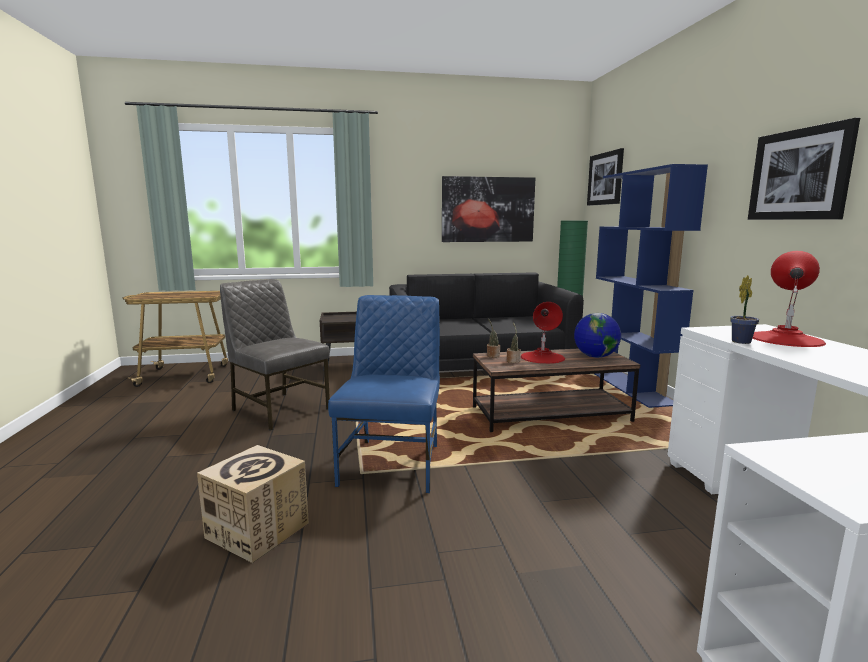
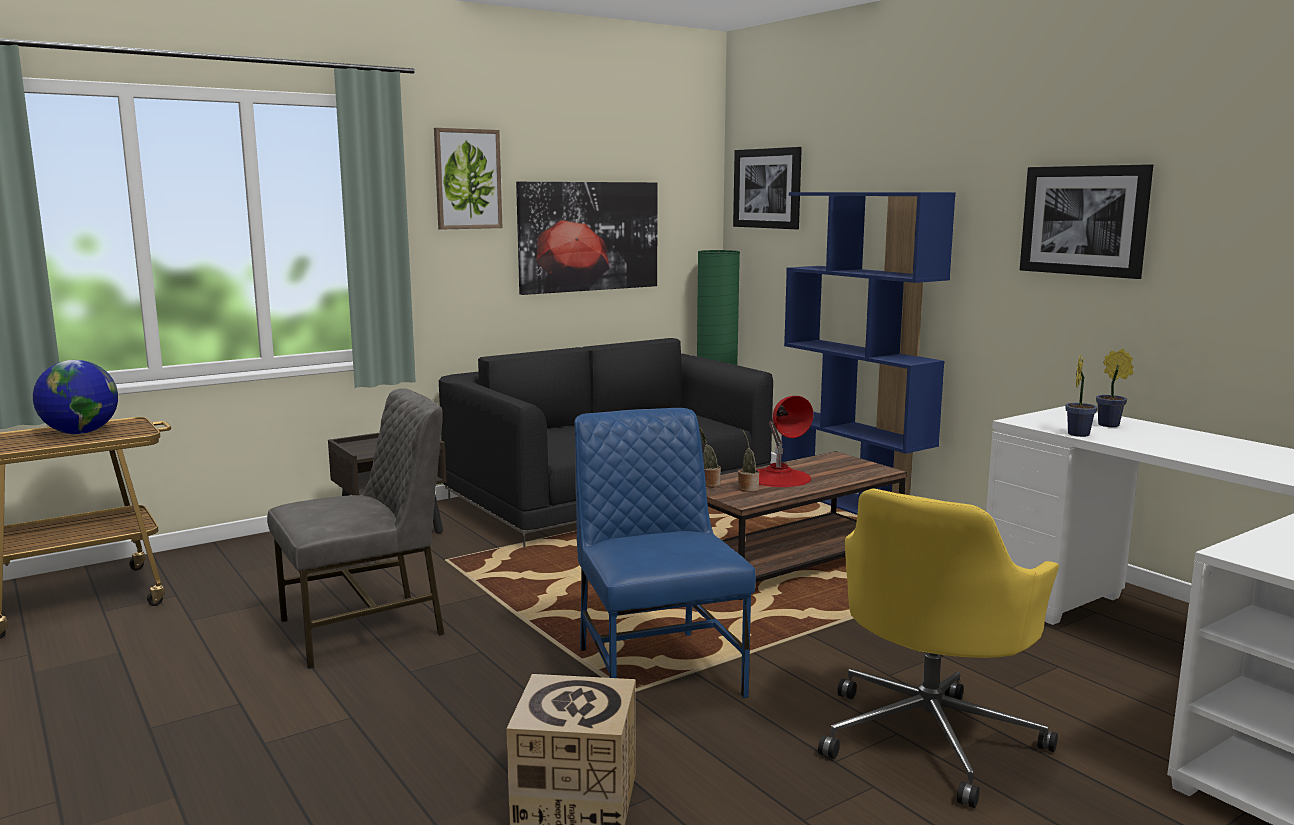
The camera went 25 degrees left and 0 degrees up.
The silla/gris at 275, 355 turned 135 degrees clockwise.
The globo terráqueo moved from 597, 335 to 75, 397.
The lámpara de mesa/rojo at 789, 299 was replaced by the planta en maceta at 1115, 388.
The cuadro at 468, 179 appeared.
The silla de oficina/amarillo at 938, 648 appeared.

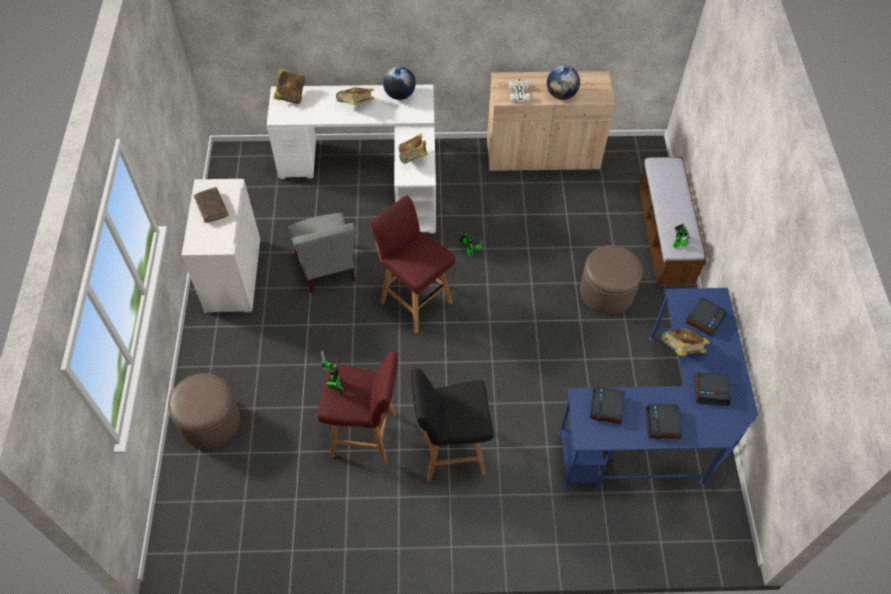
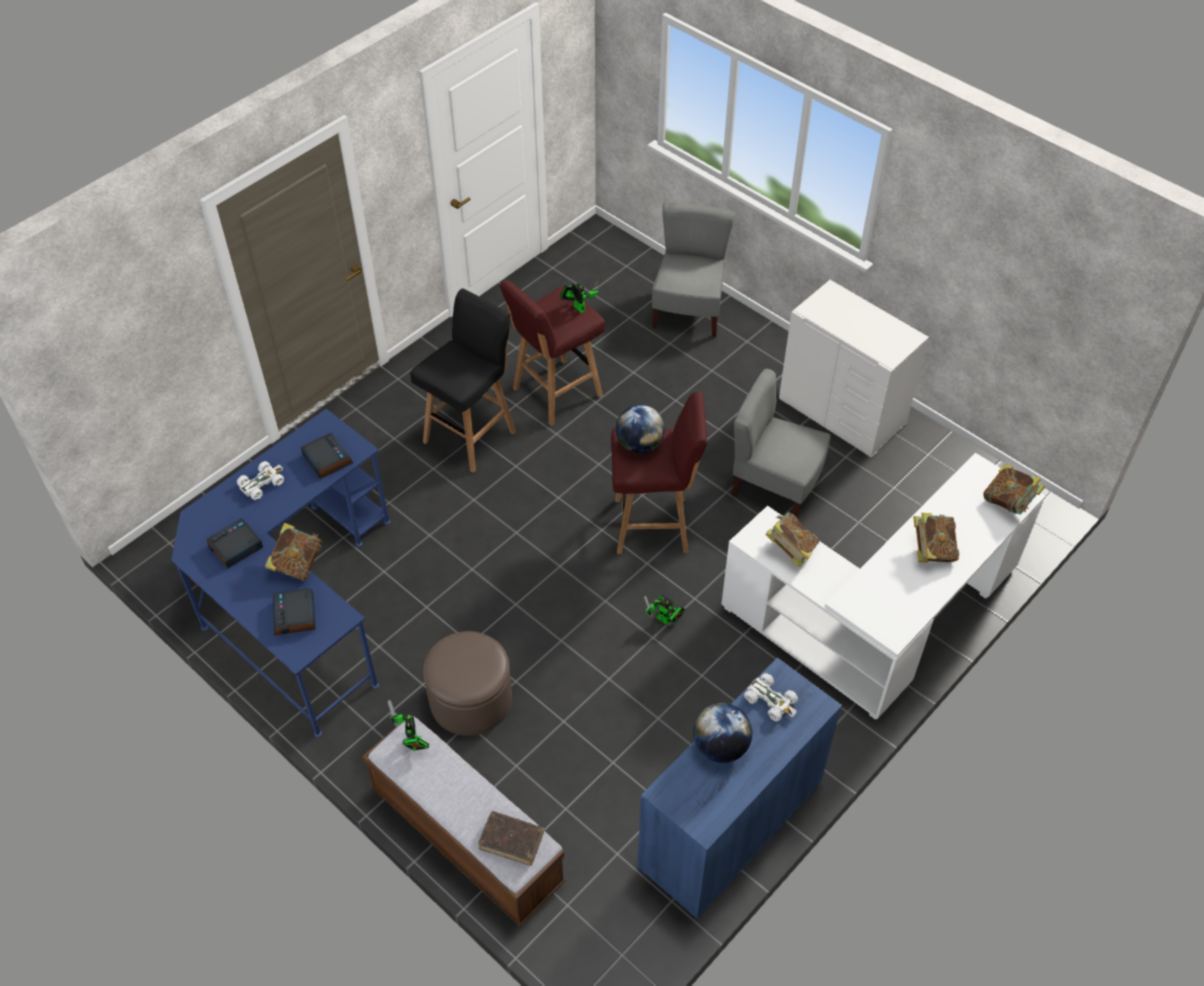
The camera went 135 degrees right and 5 degrees down.
The puf/marrón at 204, 411 was replaced by the silla/gris at 693, 270.
The libro/marrón moved from 211, 205 to 511, 838.
The globo terráqueo moved from 399, 83 to 640, 429.
The armario/beis at 551, 121 became the armario/azul at 740, 788.
The despertador at 663, 421 was replaced by the coche de juguete/blanco at 260, 480.

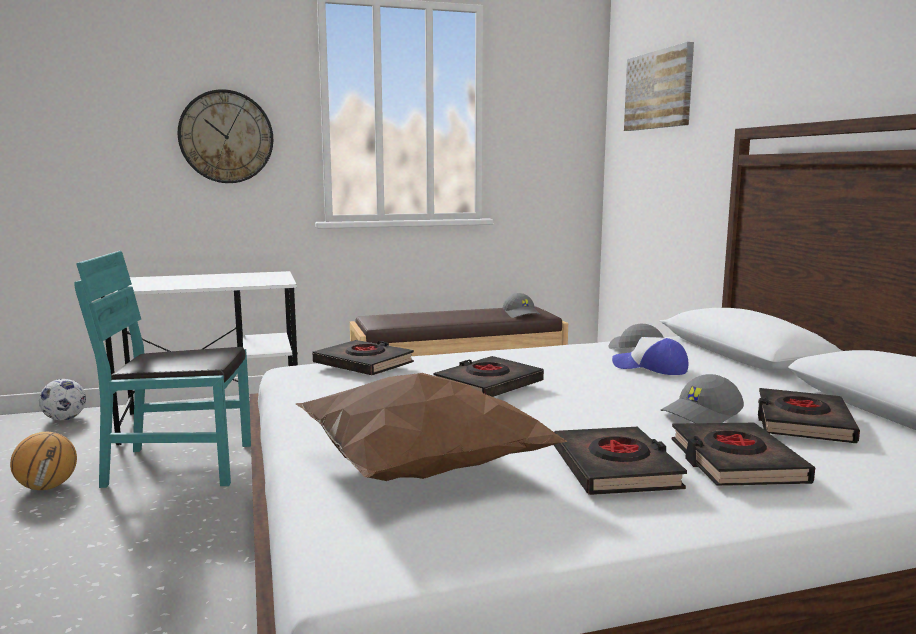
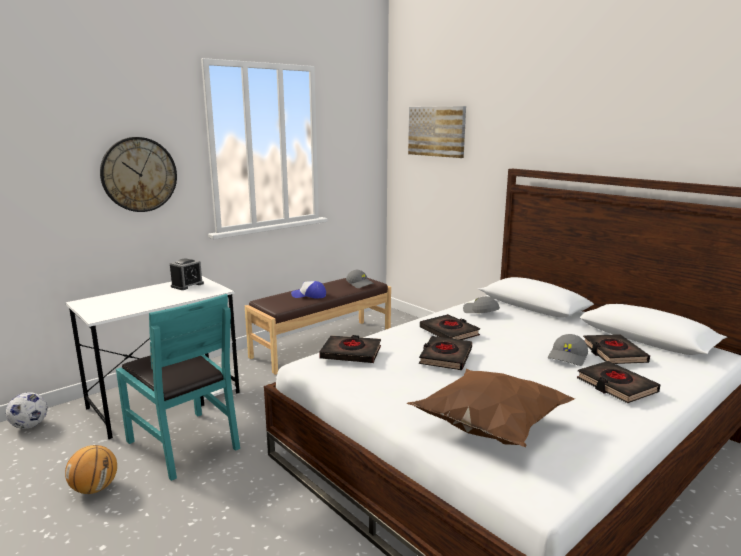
The camera went 25 degrees left and 5 degrees up.
The silla/turquesa at 162, 369 turned 105 degrees counterclockwise.
The libro/negro moved from 620, 461 to 450, 327.
The gorra moved from 650, 356 to 308, 290.
The despertador at 187, 274 appeared.

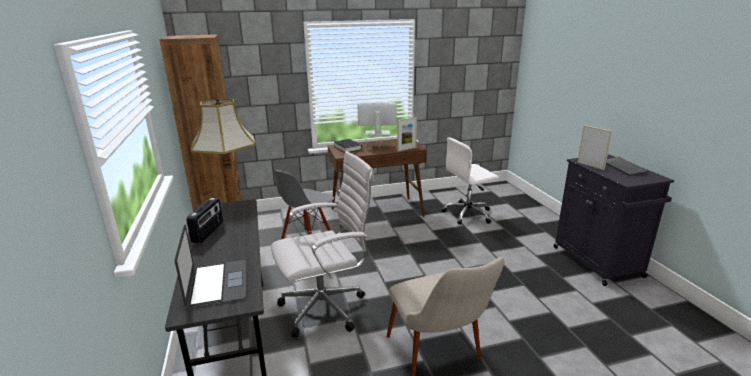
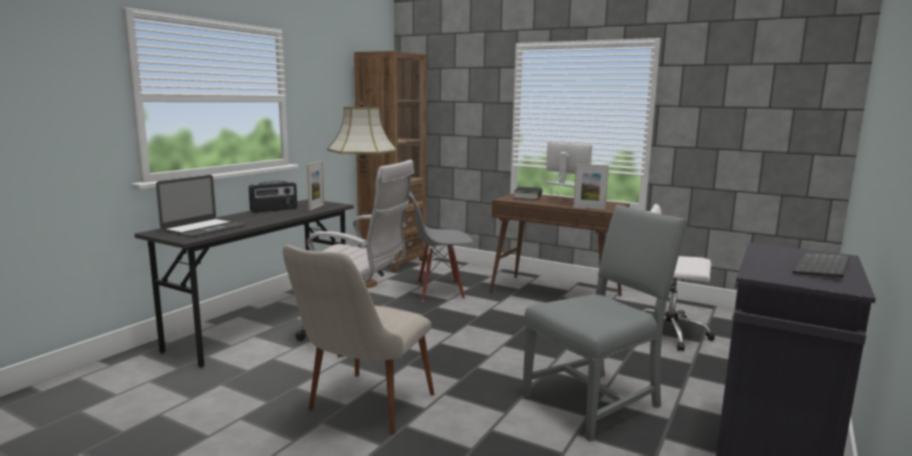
The camera went 45 degrees right and 10 degrees down.
The portarretratos moved from 594, 147 to 315, 186.
The silla/gris at 605, 323 appeared.

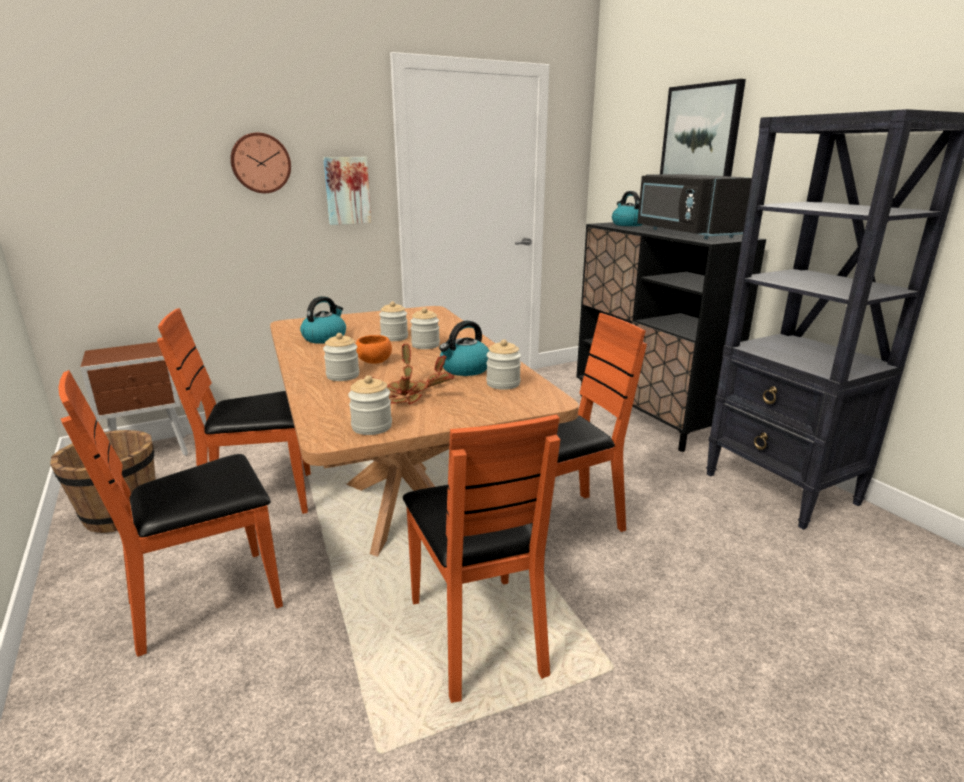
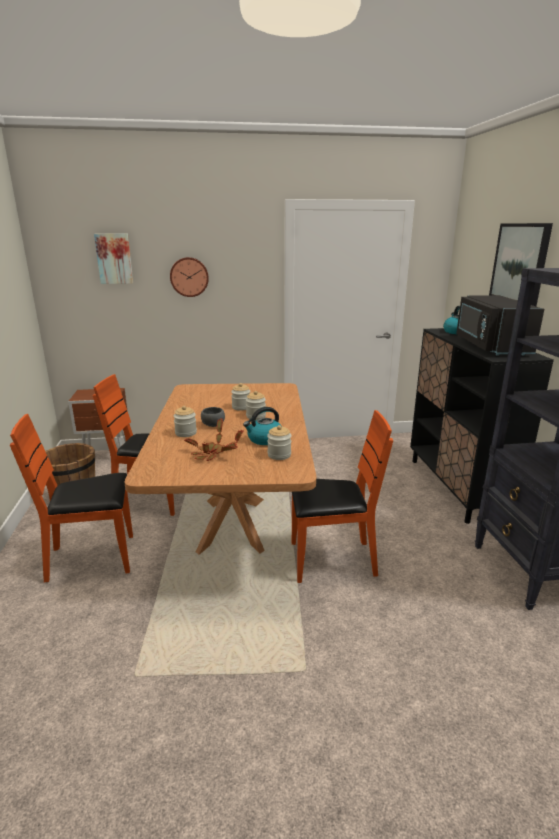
The camera went 20 degrees right and 0 degrees up.
The hervidor at 323, 320 disappeared.
The cuadro moved from 347, 191 to 113, 258.
The tarro at 370, 405 disappeared.
The cuenco/naranja at 374, 349 became the cuenco/gris at 213, 417.
The silla/naranja at 481, 558 disappeared.

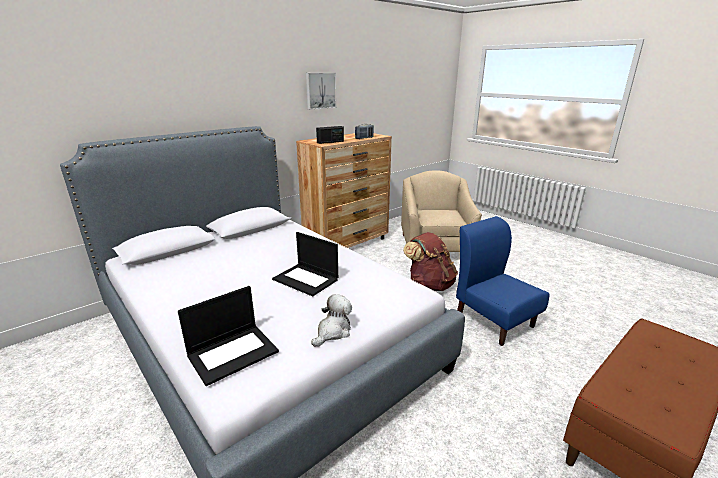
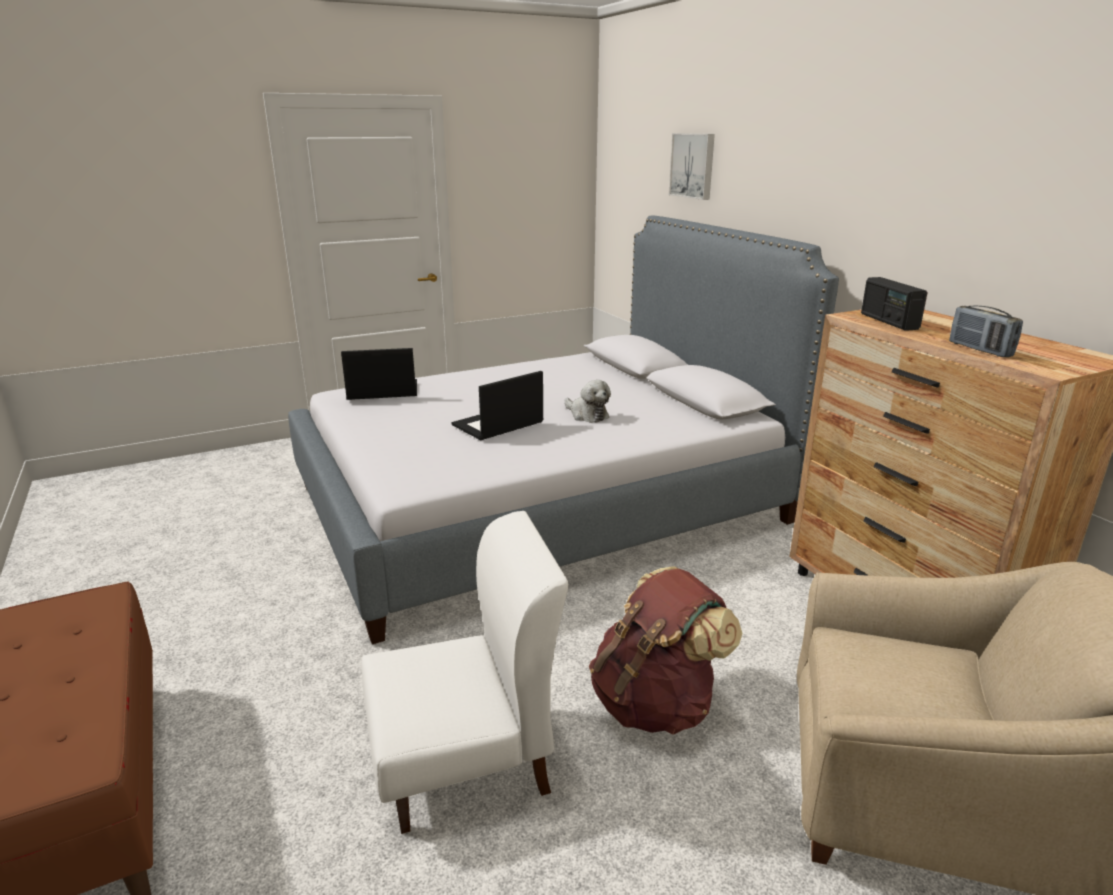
The camera went 105 degrees right and 0 degrees up.
The portátil at 228, 336 turned 105 degrees clockwise.
The cuadro moved from 321, 91 to 692, 166.
The peluche moved from 331, 320 to 588, 401.
The silla/azul at 503, 281 became the silla/blanco at 465, 672.

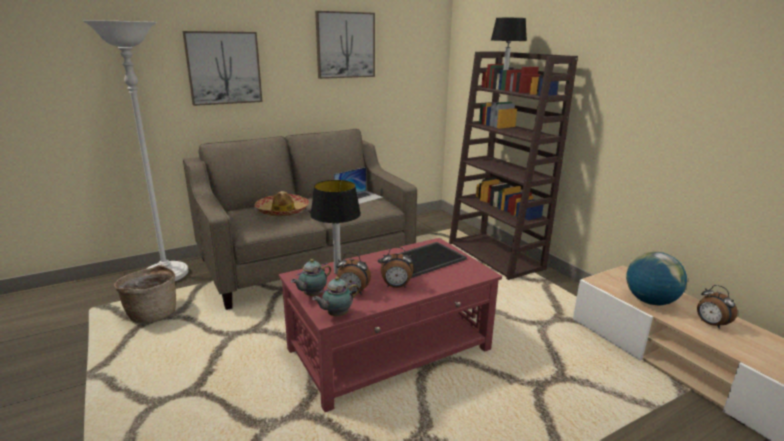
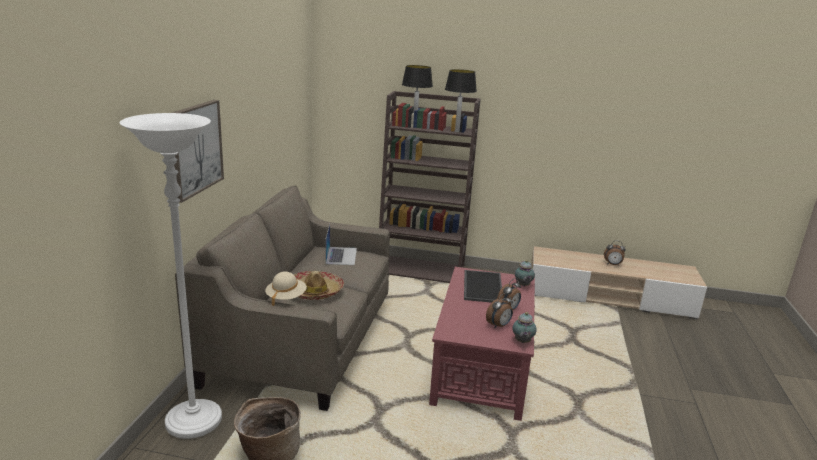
The camera went 50 degrees left and 0 degrees up.
The tetera moved from 311, 277 to 525, 273.
The lámpara de mesa moved from 335, 227 to 461, 100.
The cuadro at 345, 45 disappeared.
The globo terráqueo at 656, 278 disappeared.
The sombrero/beis at 286, 289 appeared.

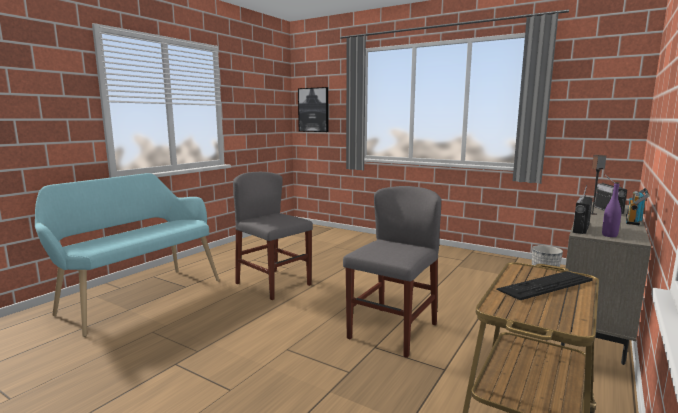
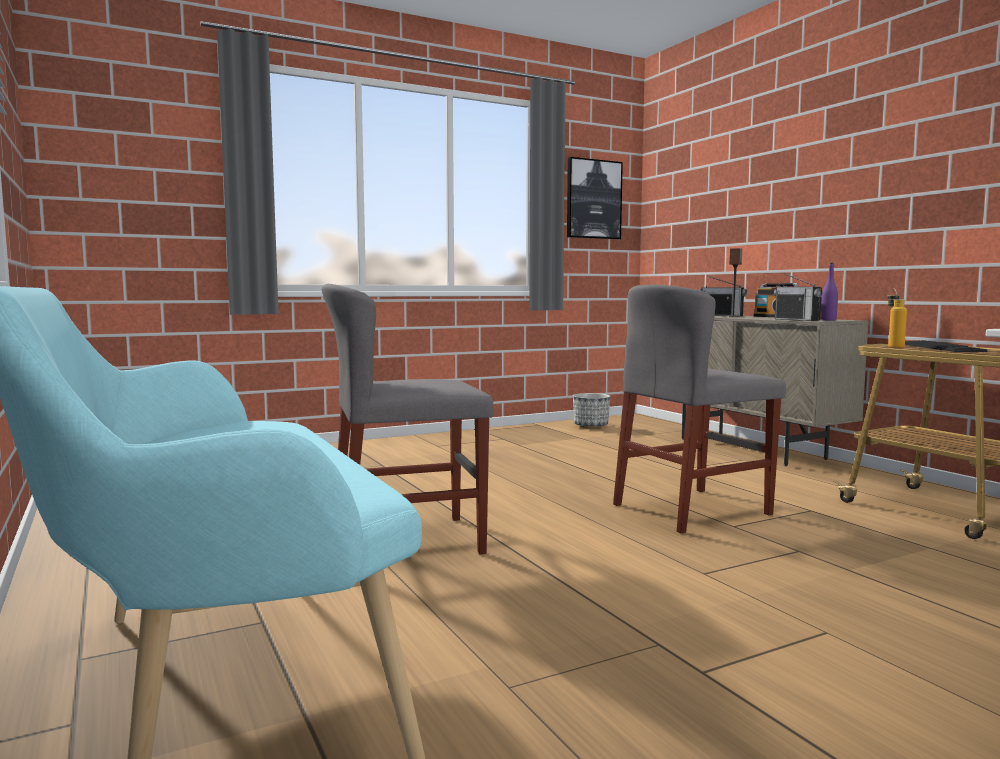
The camera went 60 degrees left and 5 degrees down.
The cuadro moved from 313, 109 to 595, 198.
The silla/gris at 392, 272 turned 90 degrees counterclockwise.
The botella at 897, 318 appeared.

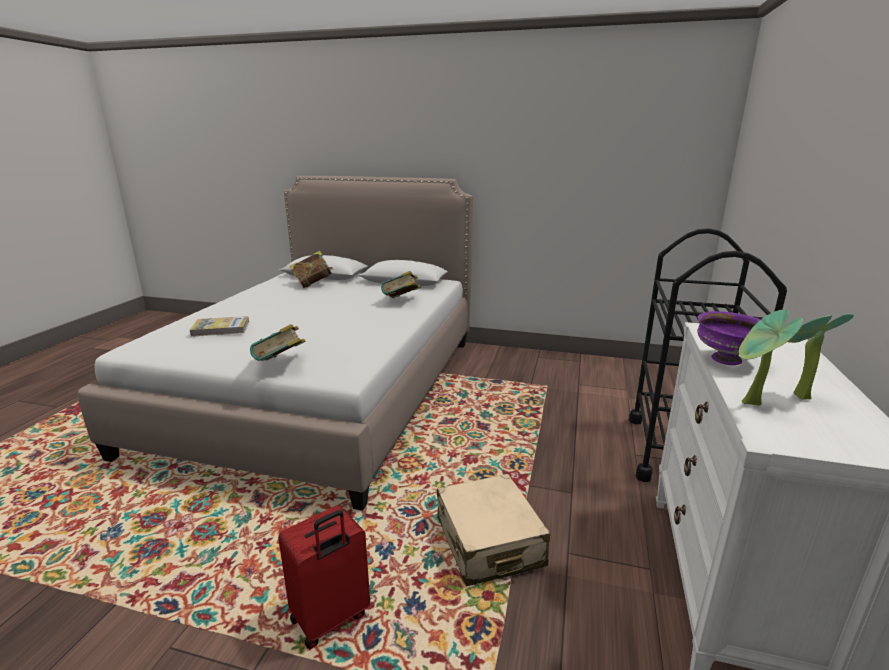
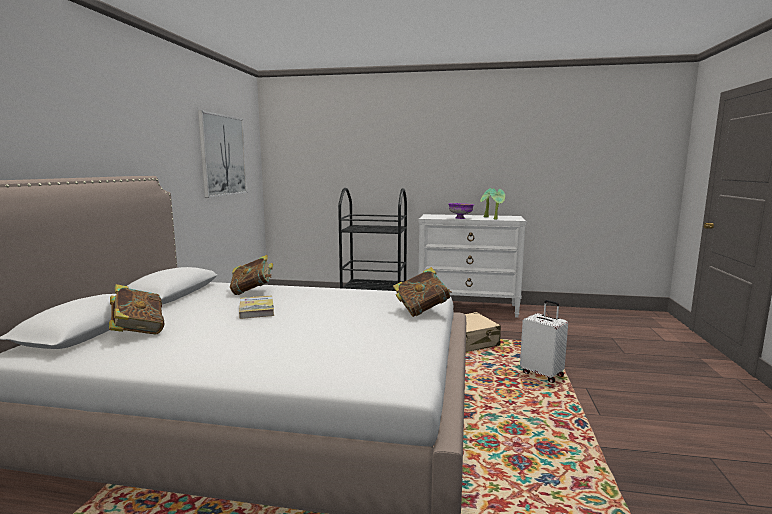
The camera went 95 degrees left and 10 degrees down.
The libro moved from 219, 326 to 256, 307.
The maleta/rojo at 324, 577 became the maleta/blanco at 544, 341.
The cuadro at 222, 154 appeared.

